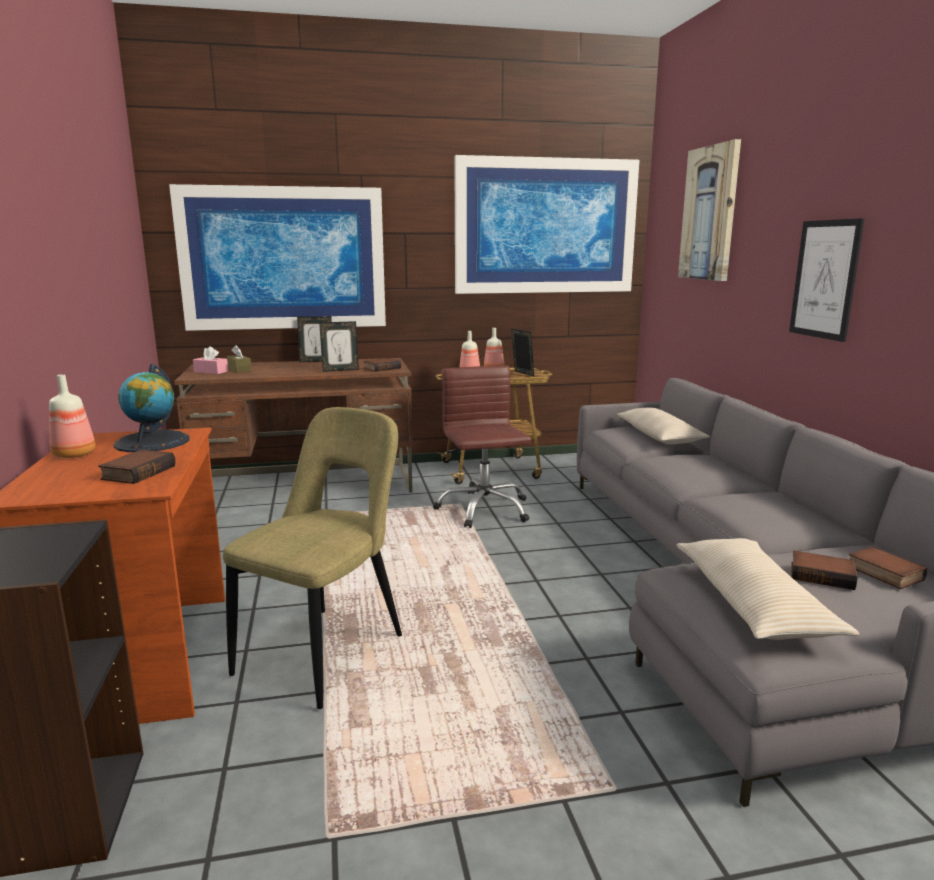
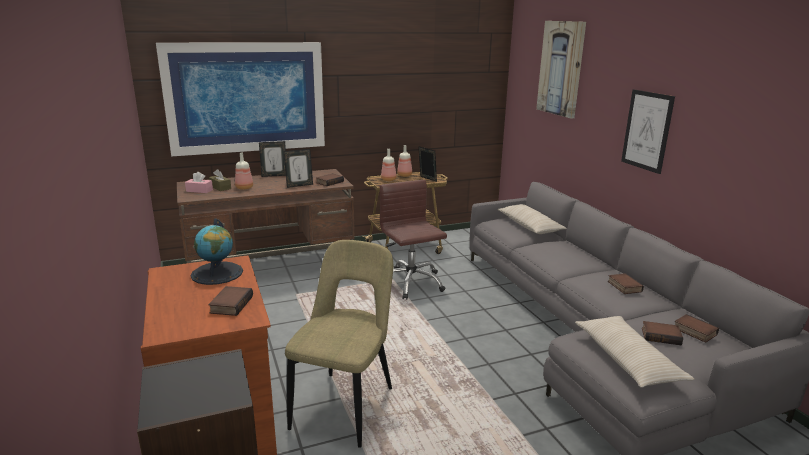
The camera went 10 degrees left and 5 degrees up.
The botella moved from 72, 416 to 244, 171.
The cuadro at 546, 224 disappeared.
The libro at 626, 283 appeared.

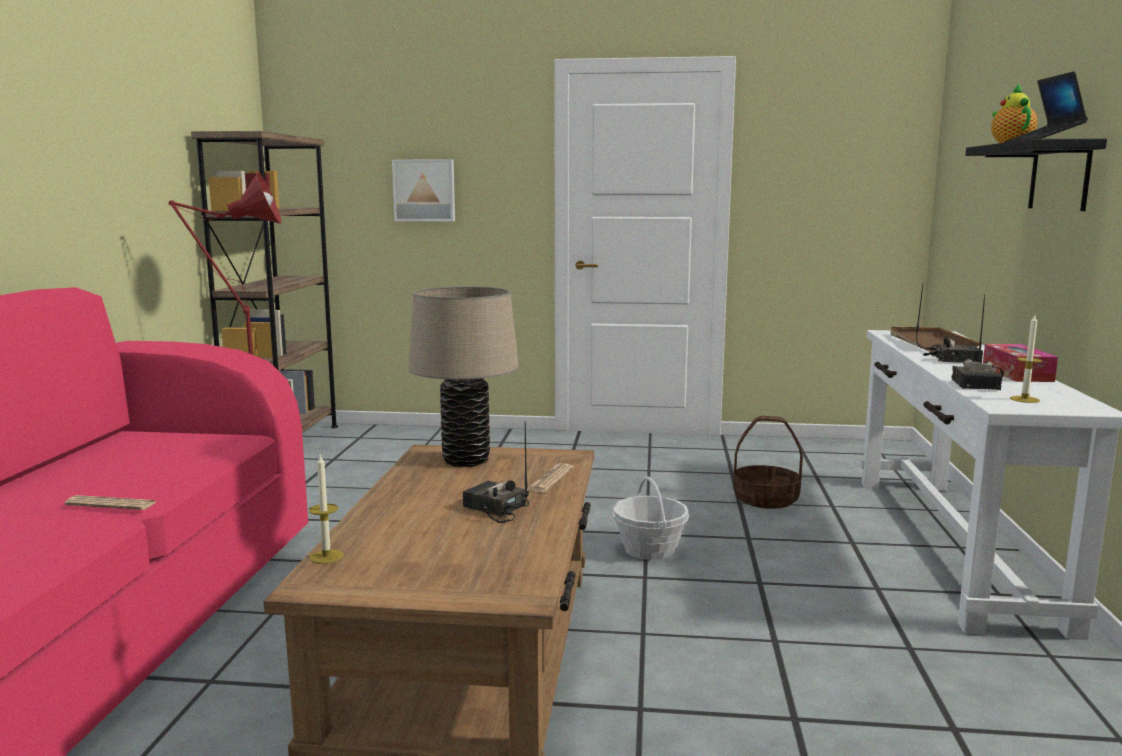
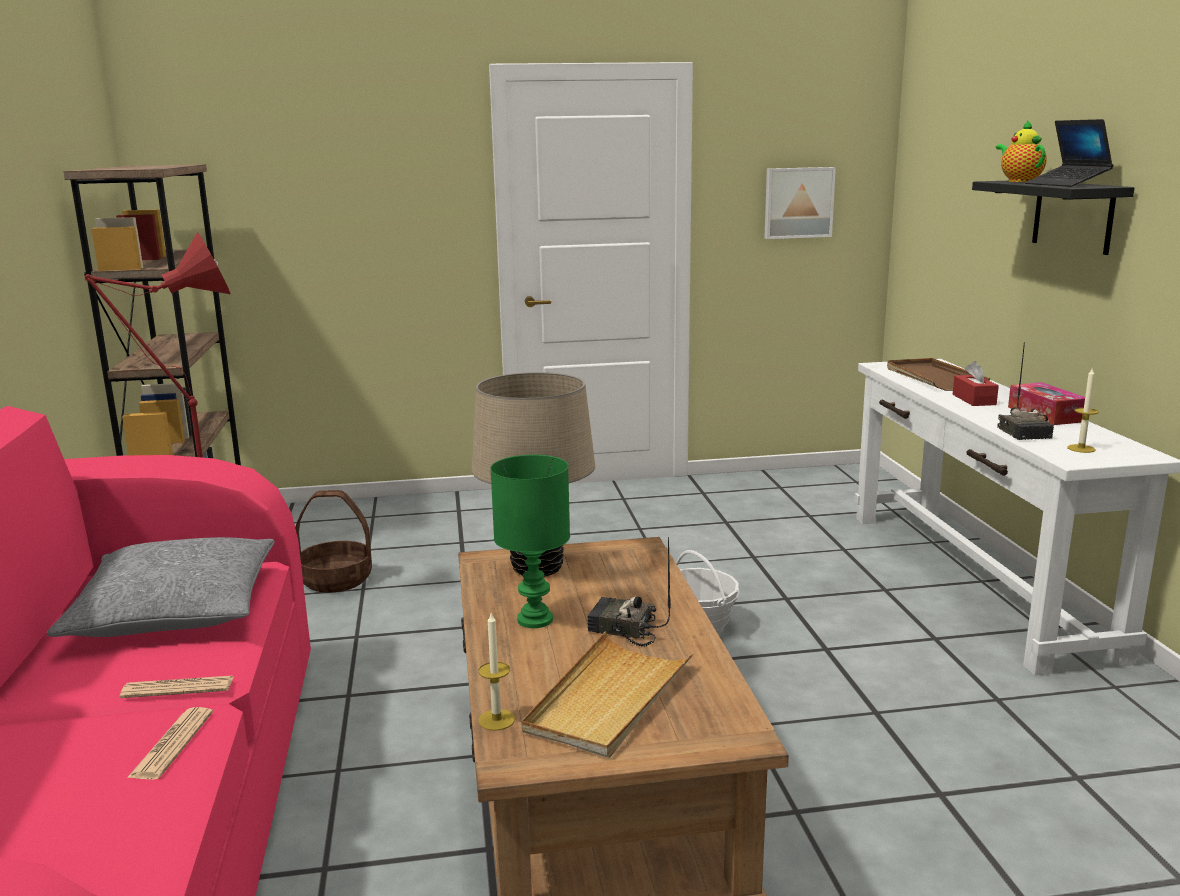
The camera went 15 degrees left and 5 degrees up.
The cuadro moved from 423, 190 to 800, 203.
The periódico moved from 550, 478 to 170, 743.
The cesta moved from 768, 462 to 333, 541.
The radio at 949, 324 was replaced by the caja de pañuelos/rojo at 976, 383.
The cojín/gris at 160, 587 appeared.
The lámpara de mesa/verde at 530, 541 appeared.
The bandeja/beis at 608, 695 appeared.

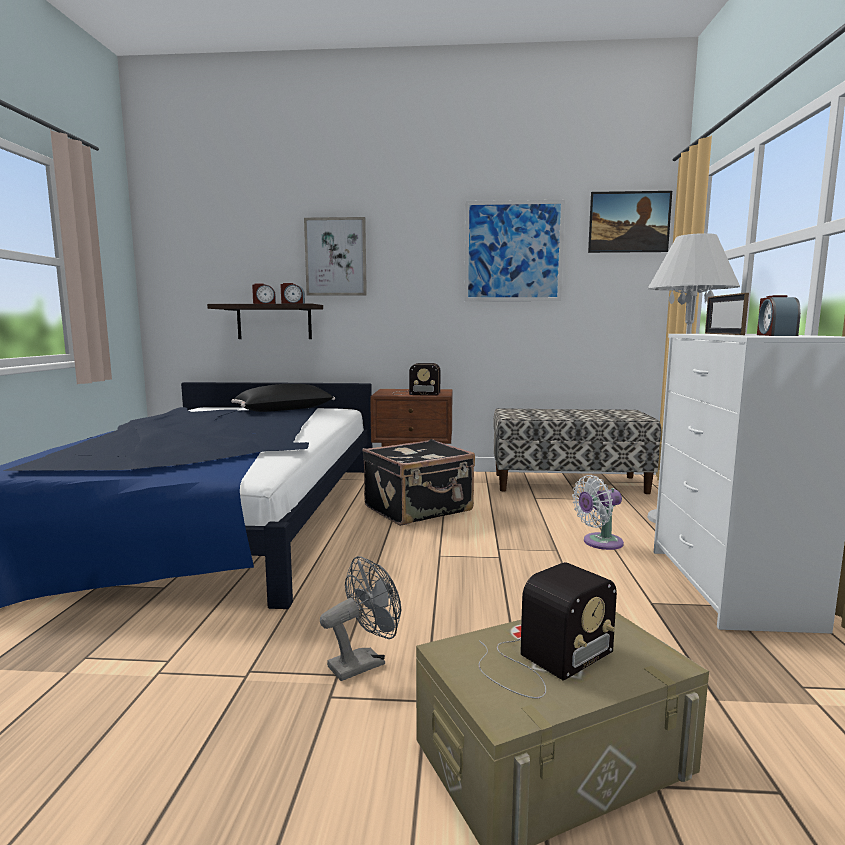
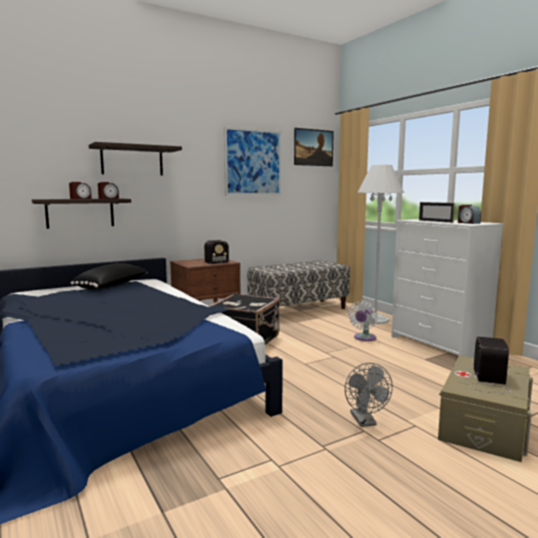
The camera went 35 degrees left and 0 degrees up.
The cuadro at 335, 256 was replaced by the estante at 135, 158.
The ventilador/gris at 360, 618 turned 150 degrees clockwise.

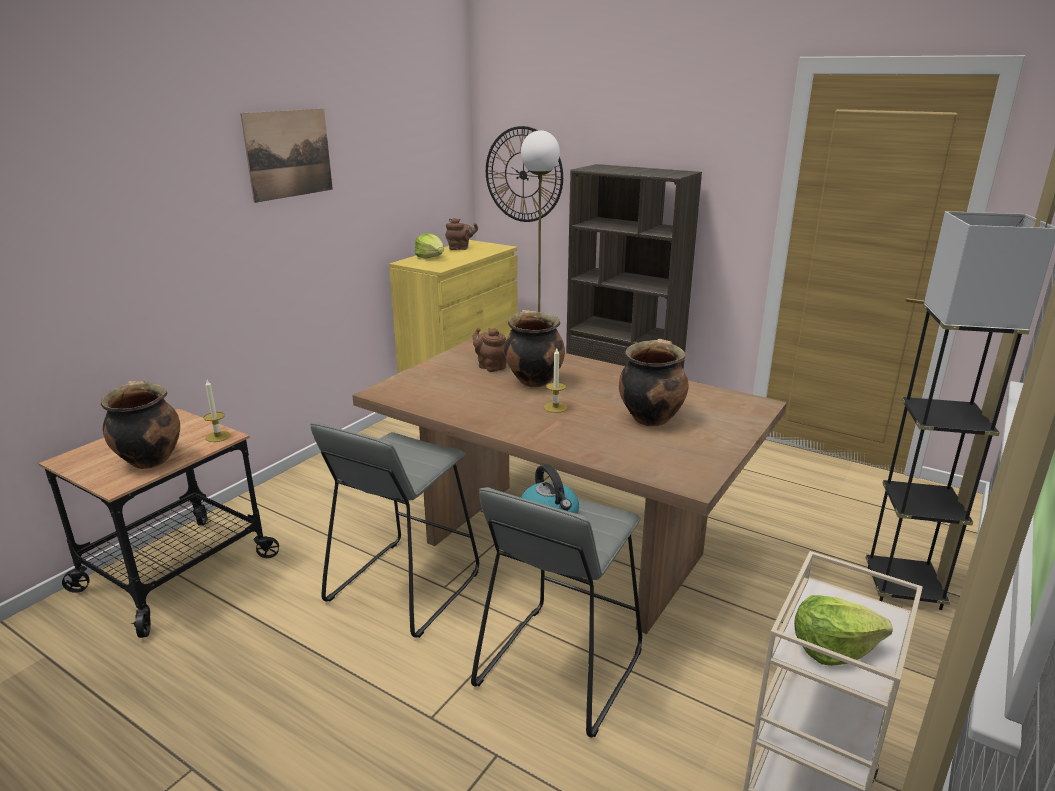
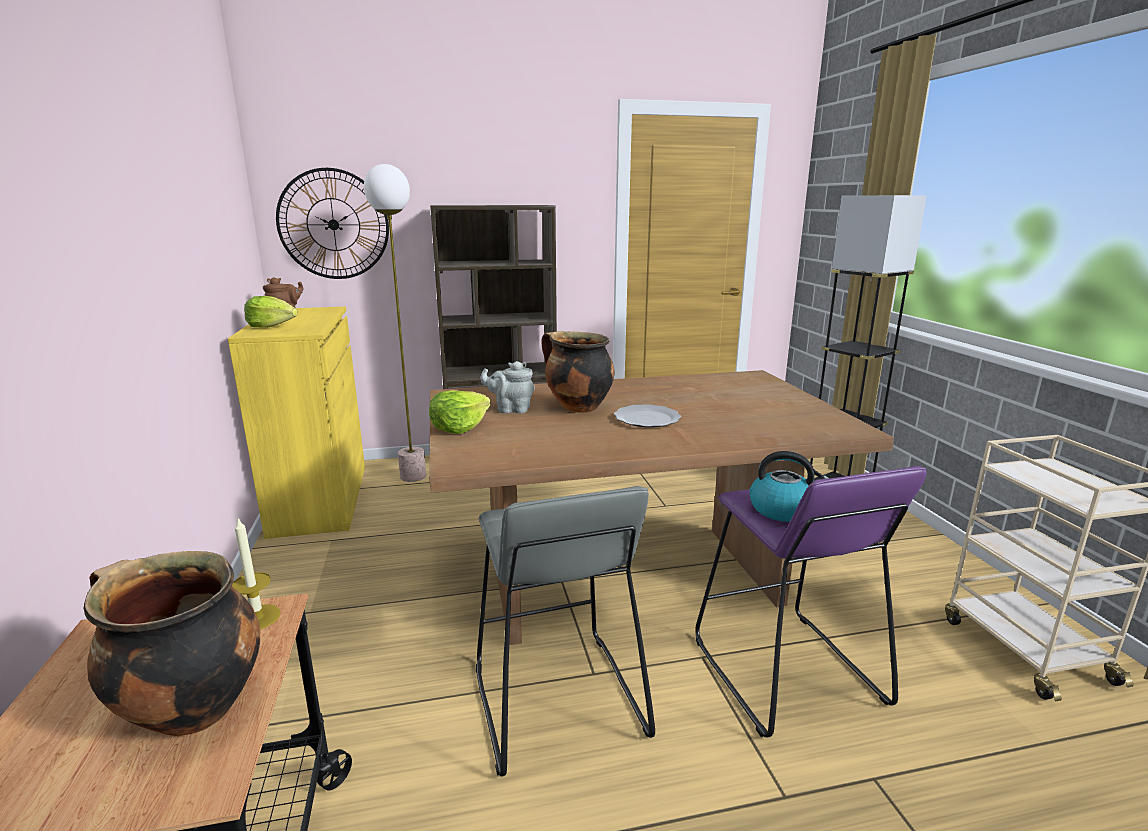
The camera went 45 degrees left and 5 degrees down.
The cuadro at 286, 156 disappeared.
The taburete/gris at 556, 612 became the taburete/morado at 811, 602.
The tetera/marrón at 489, 350 became the tetera/gris at 507, 387.
The vela at 556, 380 was replaced by the plato at 647, 415.
The olla at 654, 382 disappeared.
The lechuga moved from 843, 630 to 460, 412.

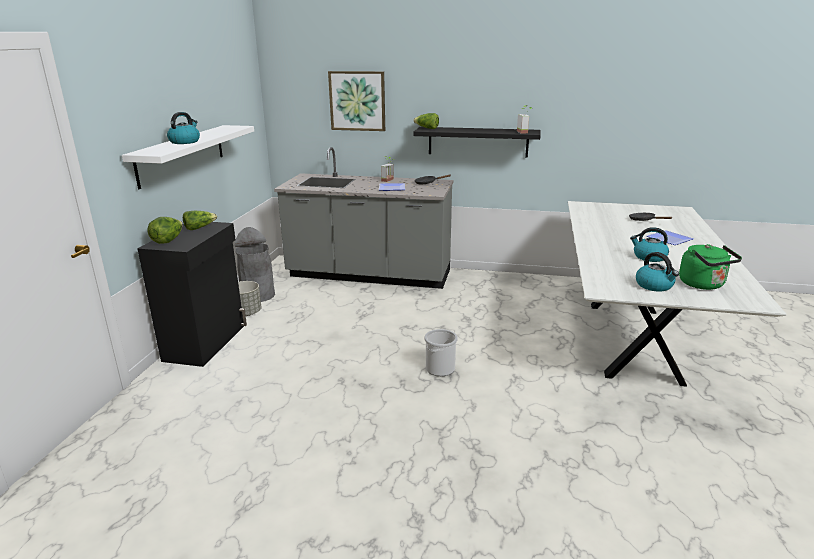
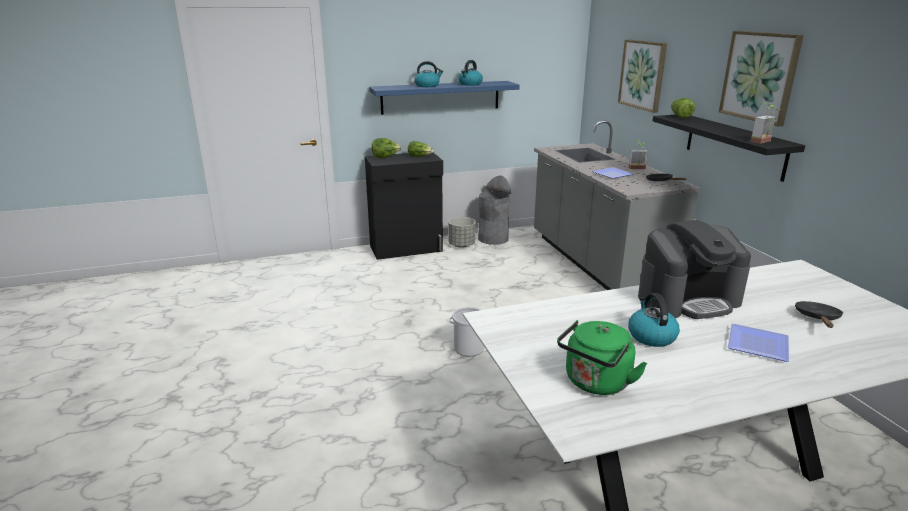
The camera went 60 degrees right and 0 degrees up.
The estante/blanco at 188, 157 became the estante/azul at 444, 98.
The hervidor moved from 657, 272 to 470, 73.
The cafetera at 694, 269 appeared.
The cuadro at 761, 78 appeared.

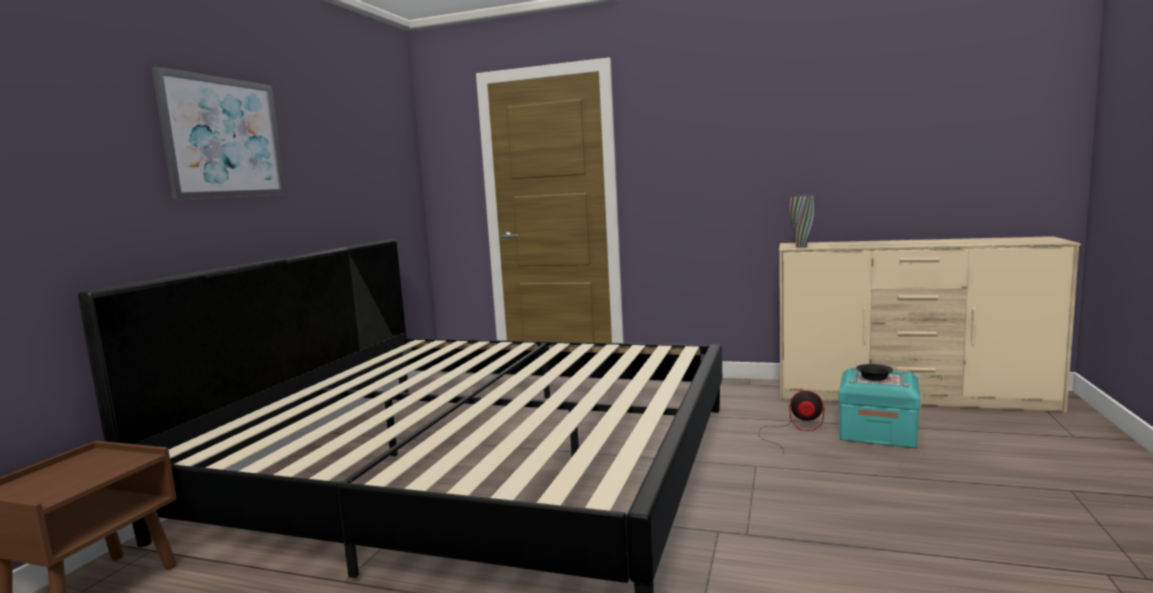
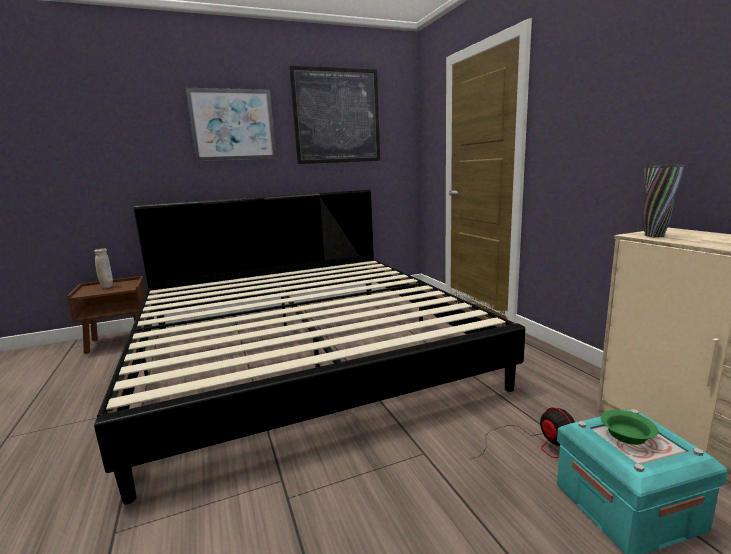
The camera went 50 degrees right and 5 degrees up.
The cuenco/negro at 874, 372 became the cuenco/verde at 629, 427.
The florero/beis at 103, 268 appeared.
The cuadro at 334, 115 appeared.

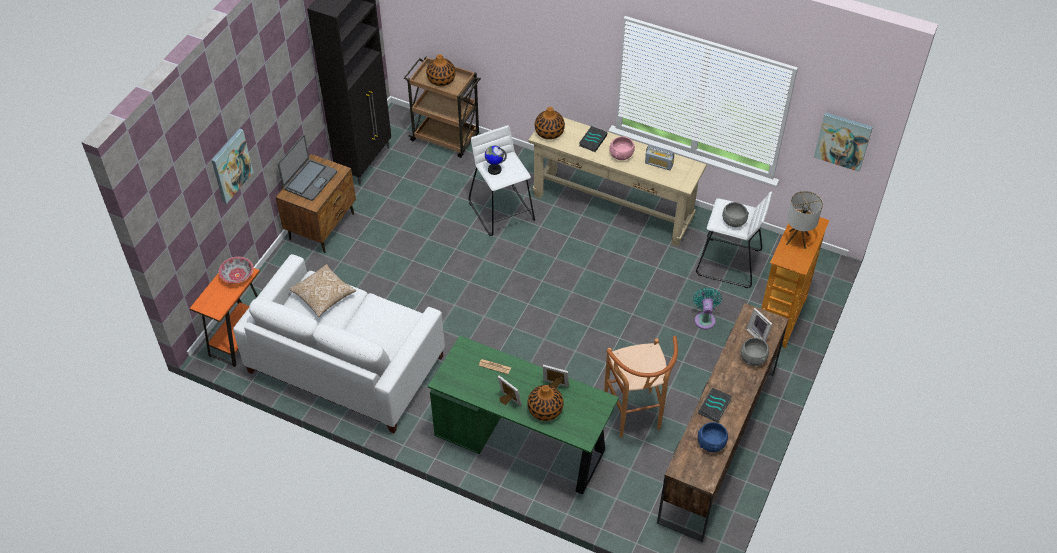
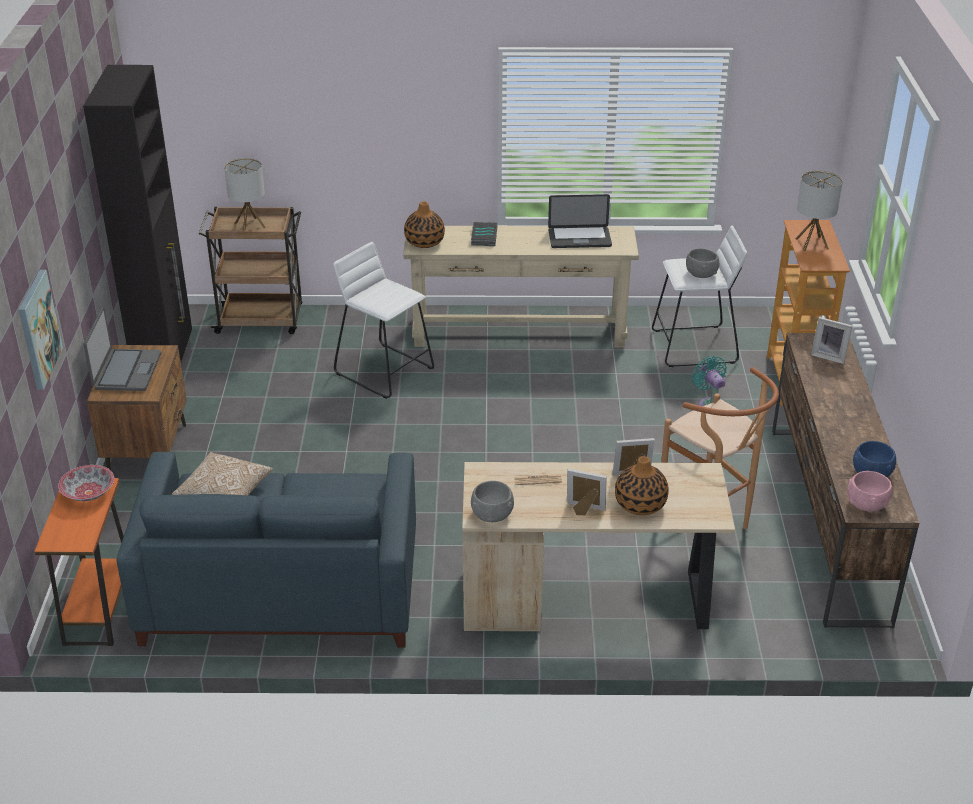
The camera went 25 degrees left and 15 degrees down.
The sofá/blanco at 339, 343 became the sofá/azul at 266, 550.
The florero at 440, 70 was replaced by the lámpara de mesa at 245, 194.
The escritorio/verde at 523, 415 became the escritorio/beis at 598, 546.
The globo terráqueo at 496, 160 disappeared.
The cuenco/rosa moved from 622, 148 to 869, 491.
The radio at 659, 158 was replaced by the portátil at 580, 221.
The libro at 715, 405 disappeared.
The cuenco/gris moved from 755, 352 to 492, 501.
The cuadro at 843, 142 disappeared.

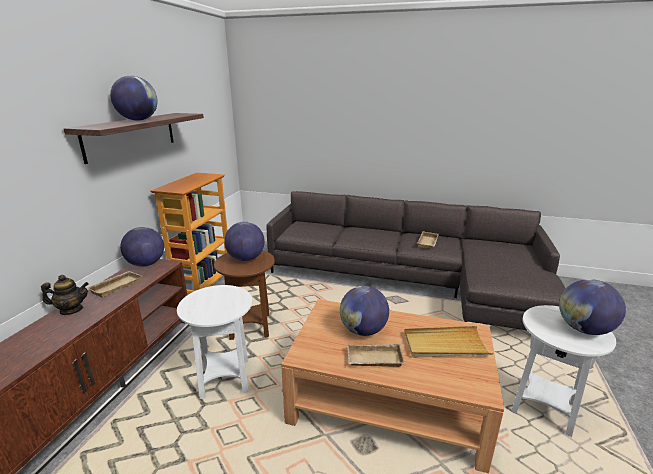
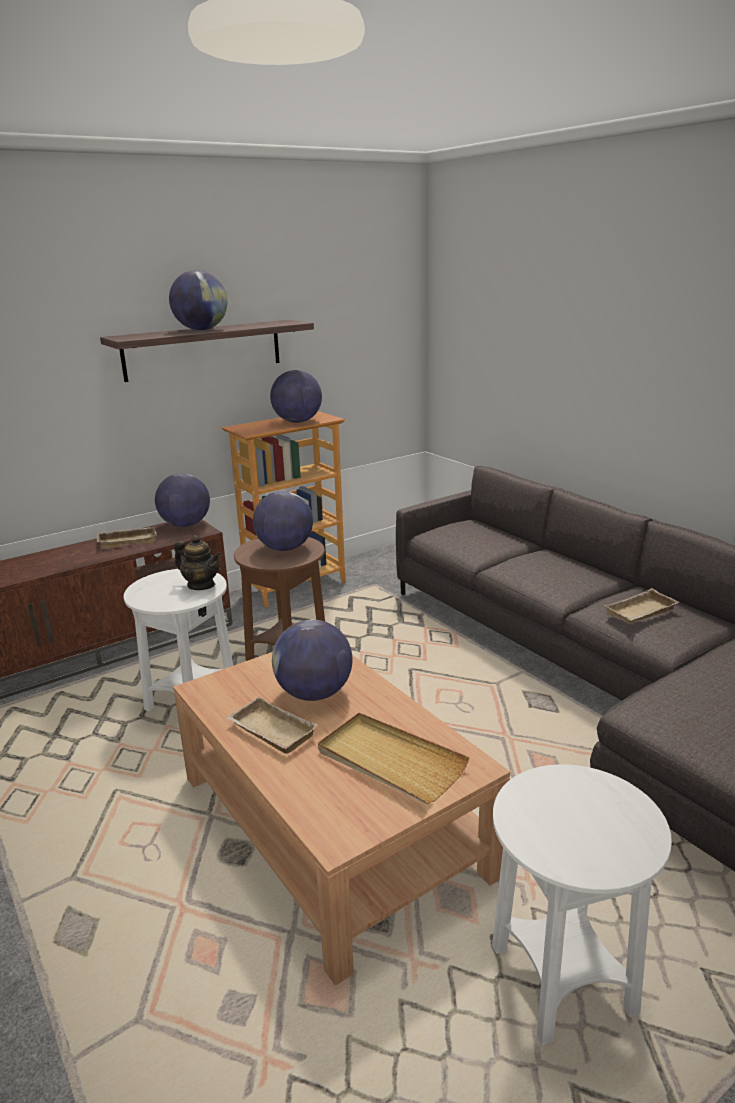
The camera went 40 degrees right and 0 degrees up.
The tetera moved from 65, 295 to 197, 562.
The globo terráqueo moved from 592, 307 to 296, 396.

